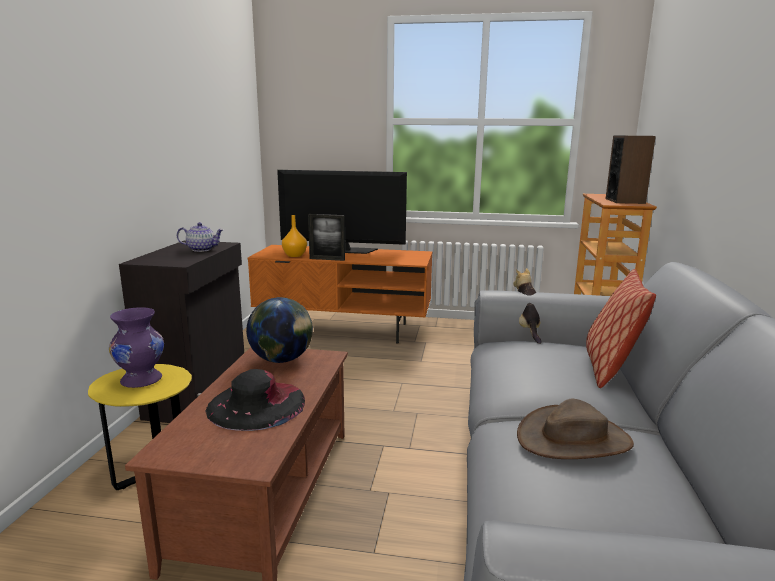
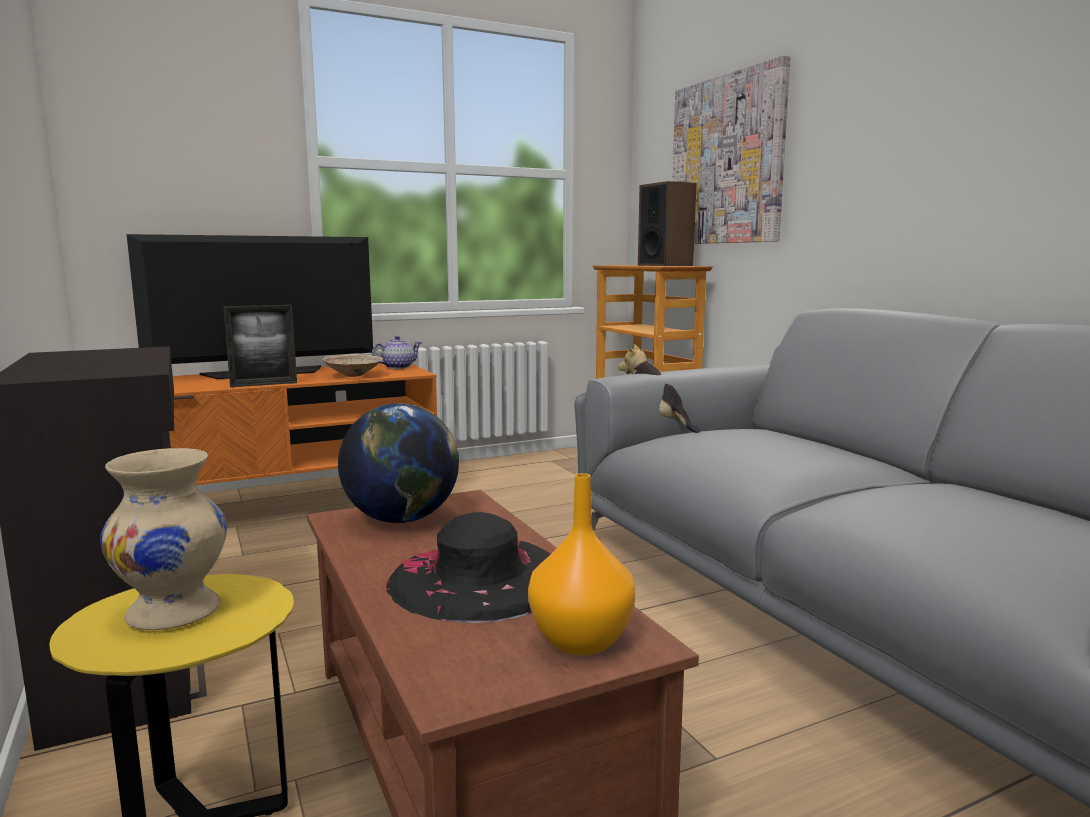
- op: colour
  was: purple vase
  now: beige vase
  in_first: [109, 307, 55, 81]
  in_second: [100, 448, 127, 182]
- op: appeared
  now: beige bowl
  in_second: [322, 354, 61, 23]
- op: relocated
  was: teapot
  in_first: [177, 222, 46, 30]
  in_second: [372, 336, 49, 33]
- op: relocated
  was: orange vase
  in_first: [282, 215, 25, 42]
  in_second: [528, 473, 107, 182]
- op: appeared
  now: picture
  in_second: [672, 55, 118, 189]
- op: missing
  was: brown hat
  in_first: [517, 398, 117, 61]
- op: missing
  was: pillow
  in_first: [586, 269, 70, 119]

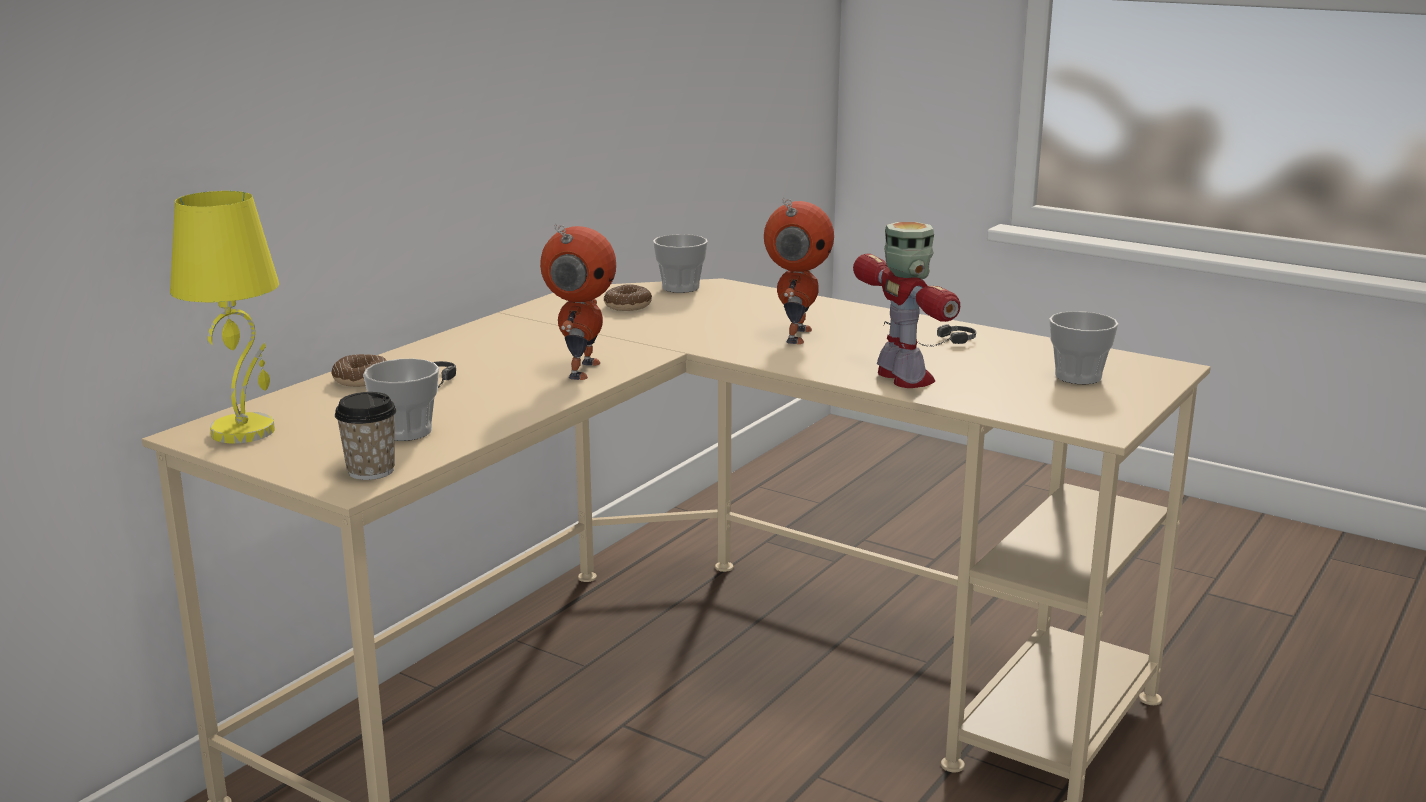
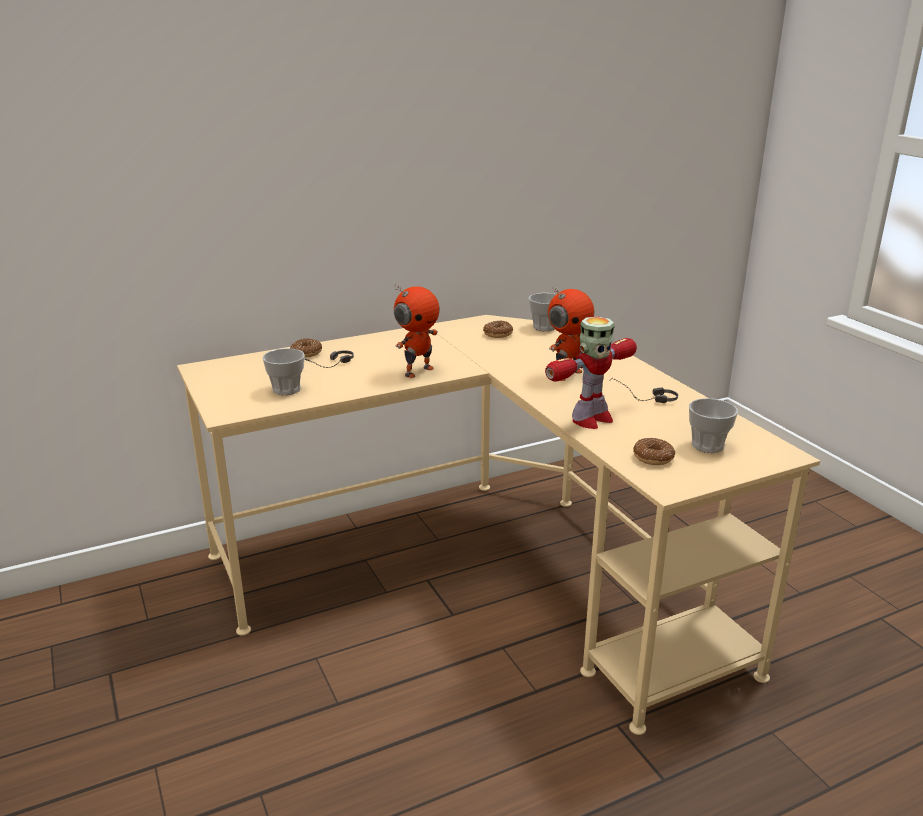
- op: spun
  was: toy robot
  in_first: [853, 222, 107, 166]
  in_second: [545, 316, 92, 113]
  clockwise: 45
- op: appeared
  now: donut
  in_second: [633, 438, 42, 27]
- op: missing
  was: yellow table lamp
  in_first: [170, 191, 109, 252]
- op: missing
  was: cup
  in_first: [335, 392, 62, 88]

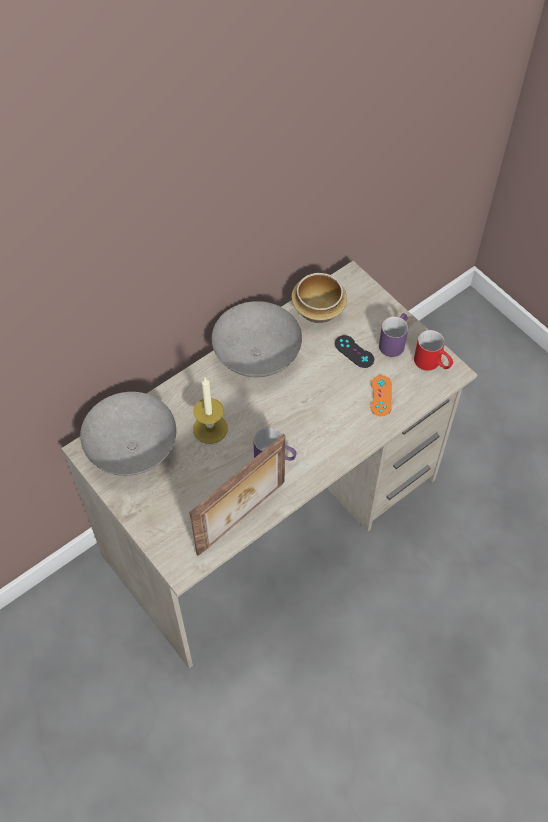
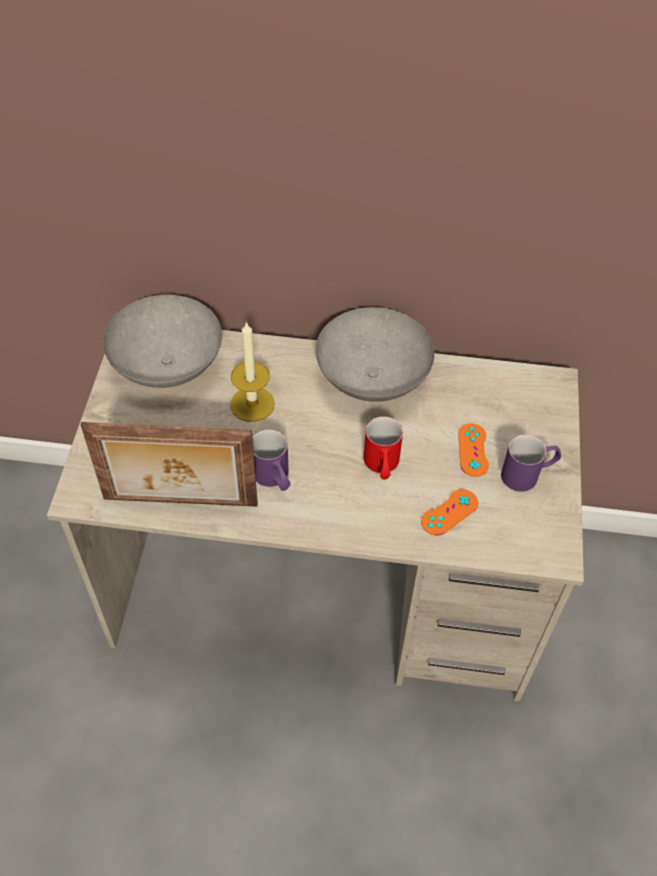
- op: relocated
  was: red mug
  in_first: [414, 330, 39, 41]
  in_second: [364, 416, 39, 64]
- op: colour
  was: black game controller
  now: orange game controller
  in_first: [335, 335, 39, 33]
  in_second: [458, 423, 31, 54]
- op: missing
  was: bowl
  in_first: [291, 273, 56, 50]

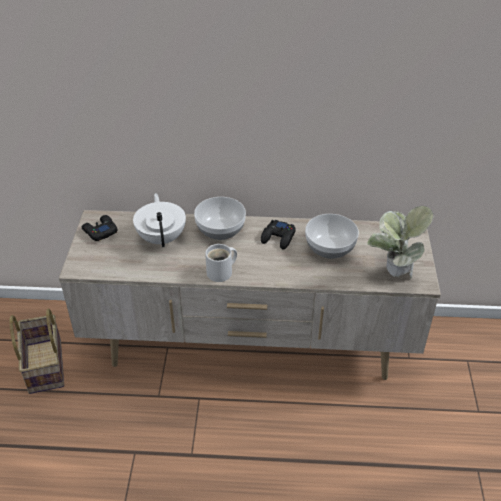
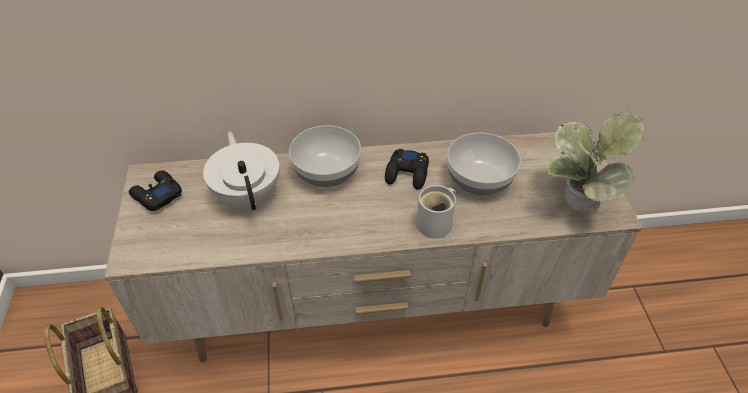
- op: relocated
  was: white mug
  in_first: [205, 244, 32, 38]
  in_second: [417, 185, 39, 54]

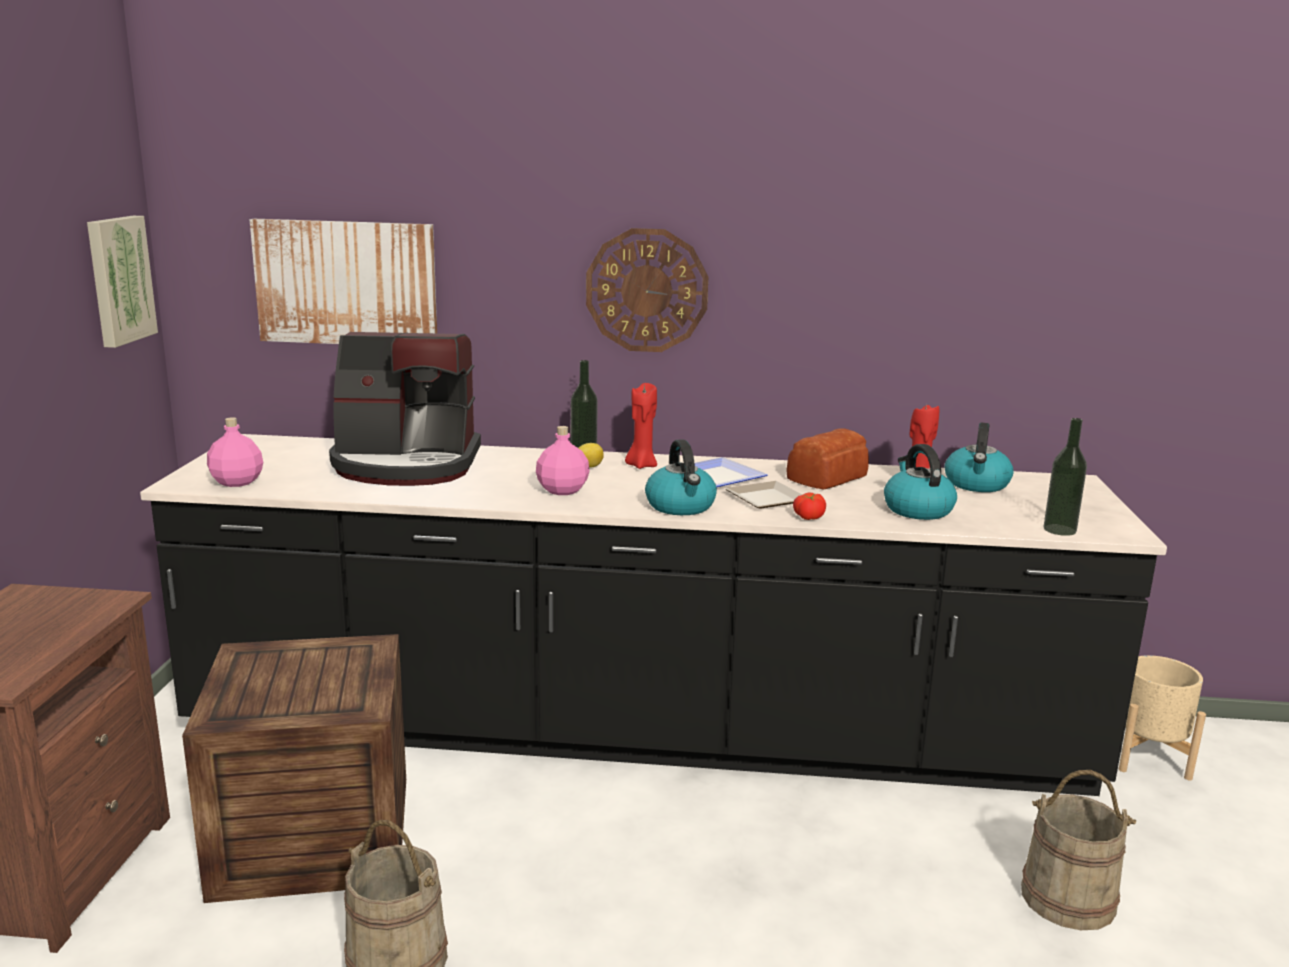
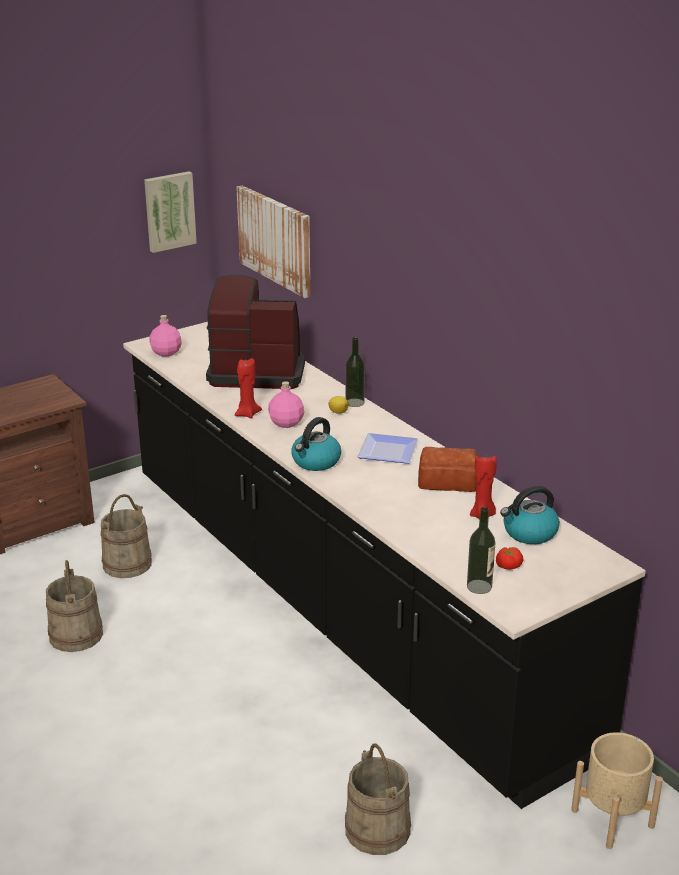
- op: exchanged
  was: crate
  now: beige bucket
  in_first: [182, 634, 224, 269]
  in_second: [101, 494, 51, 84]
- op: spun
  was: coffee machine
  in_first: [329, 332, 152, 154]
  in_second: [206, 275, 99, 114]
  clockwise: 135
- op: relocated
  was: red candle
  in_first: [625, 383, 32, 86]
  in_second: [235, 358, 27, 60]
- op: relocated
  was: tomato
  in_first: [793, 493, 33, 27]
  in_second: [496, 547, 27, 23]
- op: missing
  was: wall clock
  in_first: [586, 228, 122, 124]
- op: missing
  was: plate
  in_first: [725, 481, 78, 28]
- op: missing
  was: kettle
  in_first: [884, 444, 73, 76]

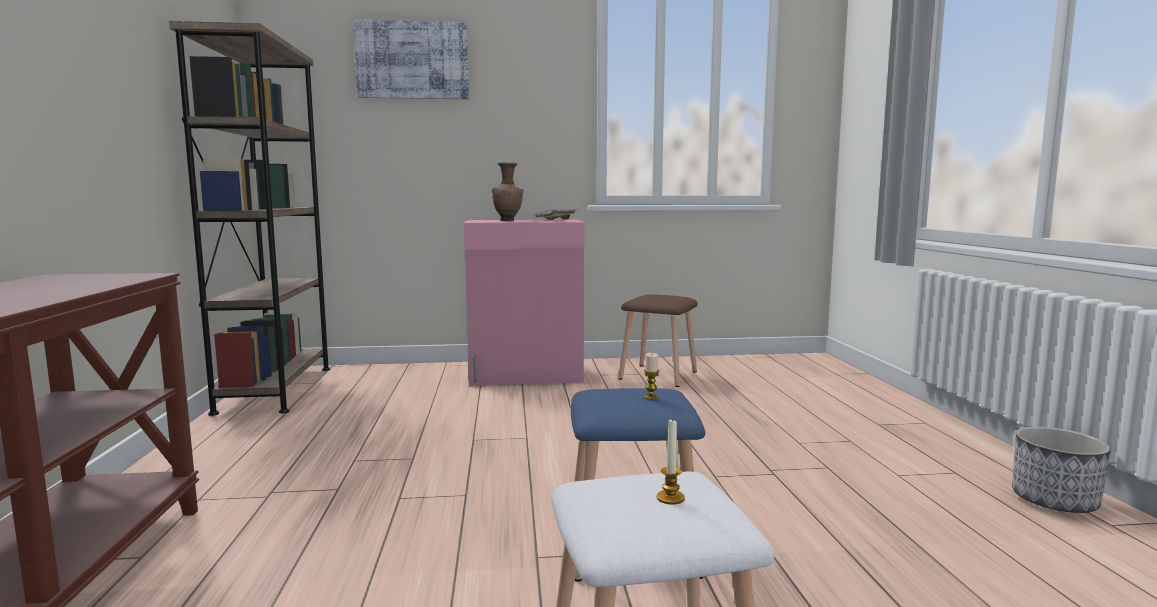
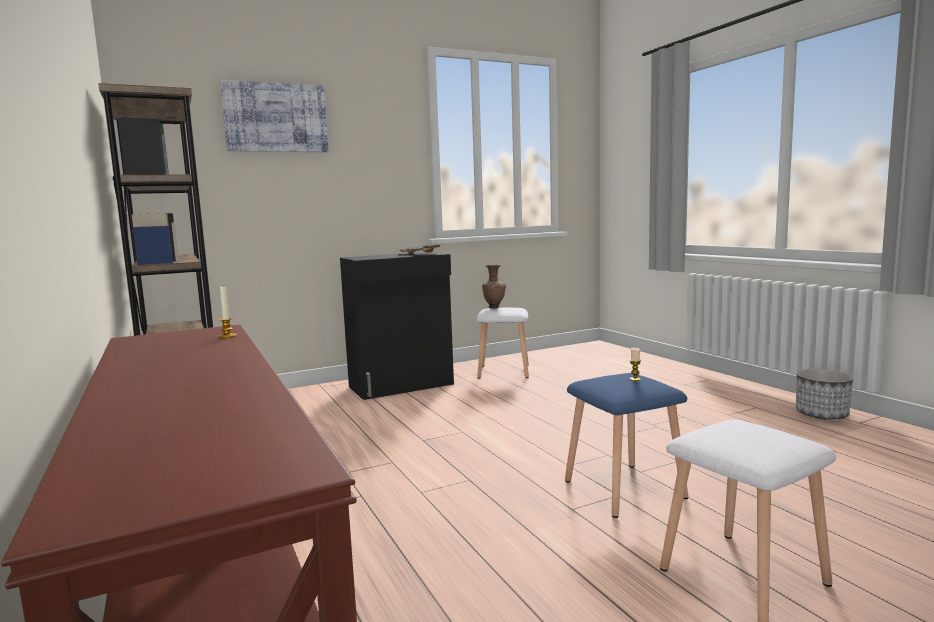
- op: relocated
  was: candle
  in_first: [657, 418, 28, 87]
  in_second: [218, 285, 19, 53]
- op: colour
  was: pink cabinet
  now: black cabinet
  in_first: [464, 220, 121, 166]
  in_second: [340, 252, 114, 148]
- op: colour
  was: brown stool
  now: white stool
  in_first: [618, 294, 80, 93]
  in_second: [477, 308, 52, 71]
- op: relocated
  was: brown vase
  in_first: [492, 162, 31, 59]
  in_second: [482, 265, 24, 44]

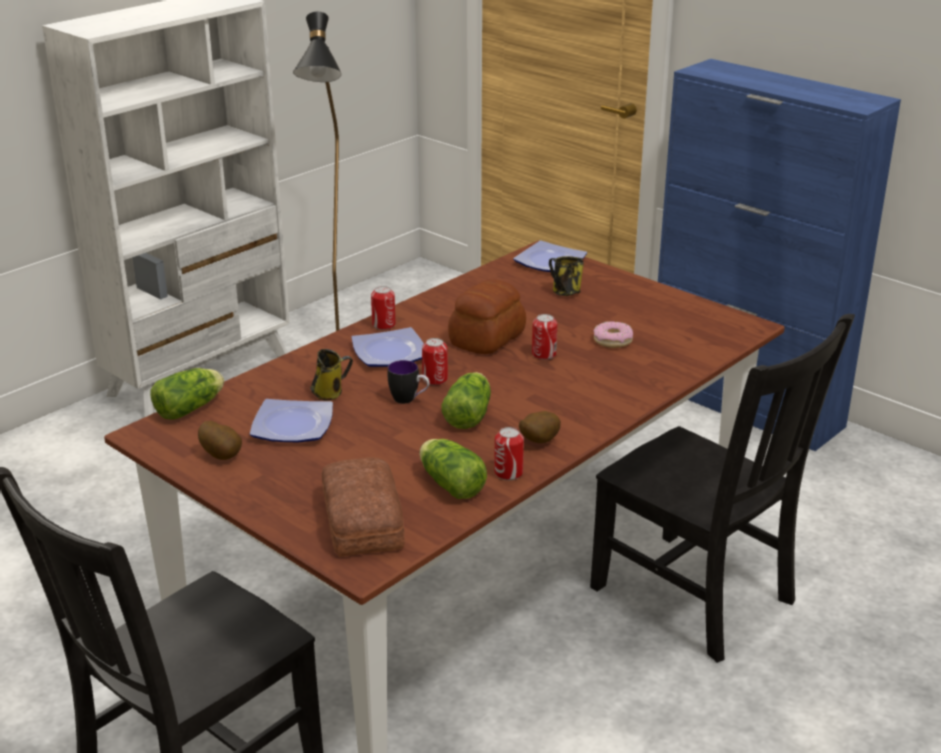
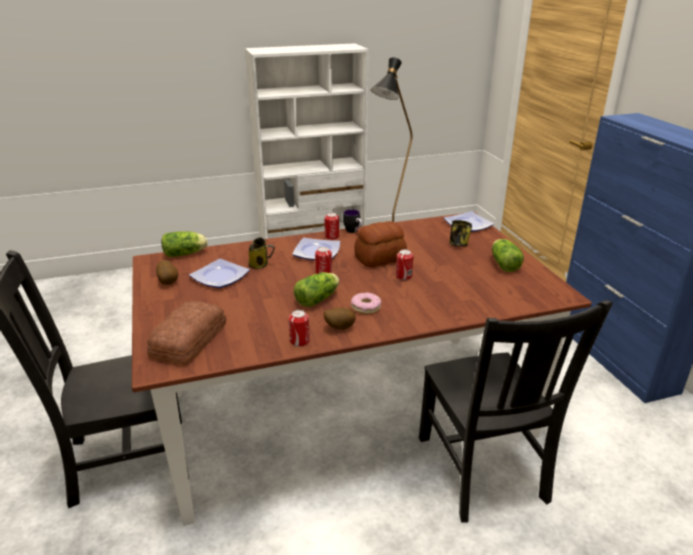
- op: relocated
  was: mug
  in_first: [388, 360, 42, 44]
  in_second: [343, 209, 19, 24]
- op: relocated
  was: donut
  in_first: [593, 321, 40, 27]
  in_second: [351, 292, 31, 22]
- op: relocated
  was: lettuce
  in_first: [419, 439, 68, 60]
  in_second: [492, 239, 32, 33]

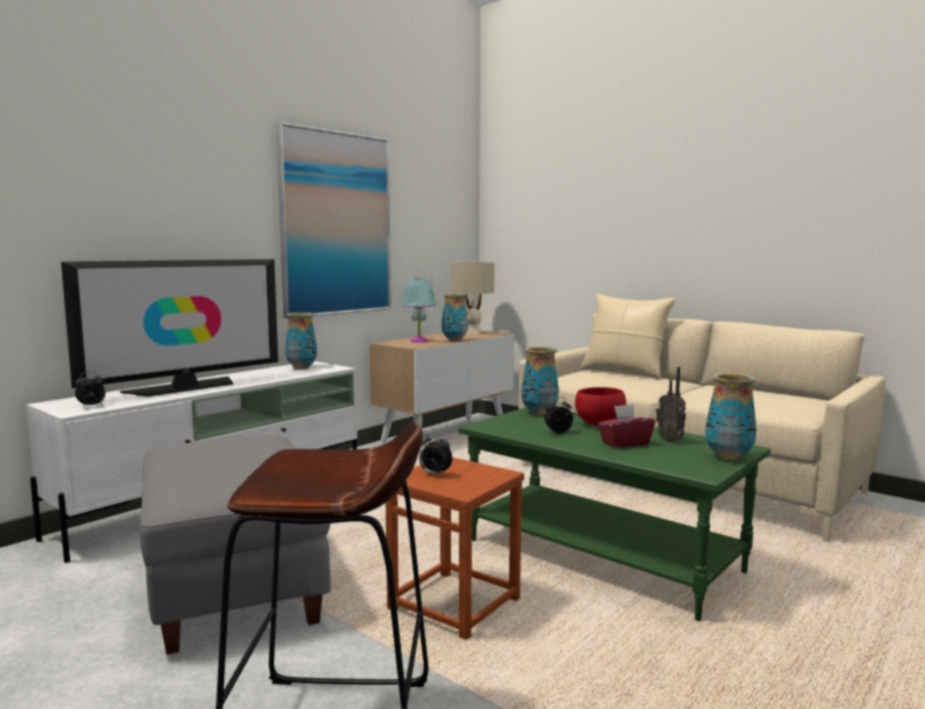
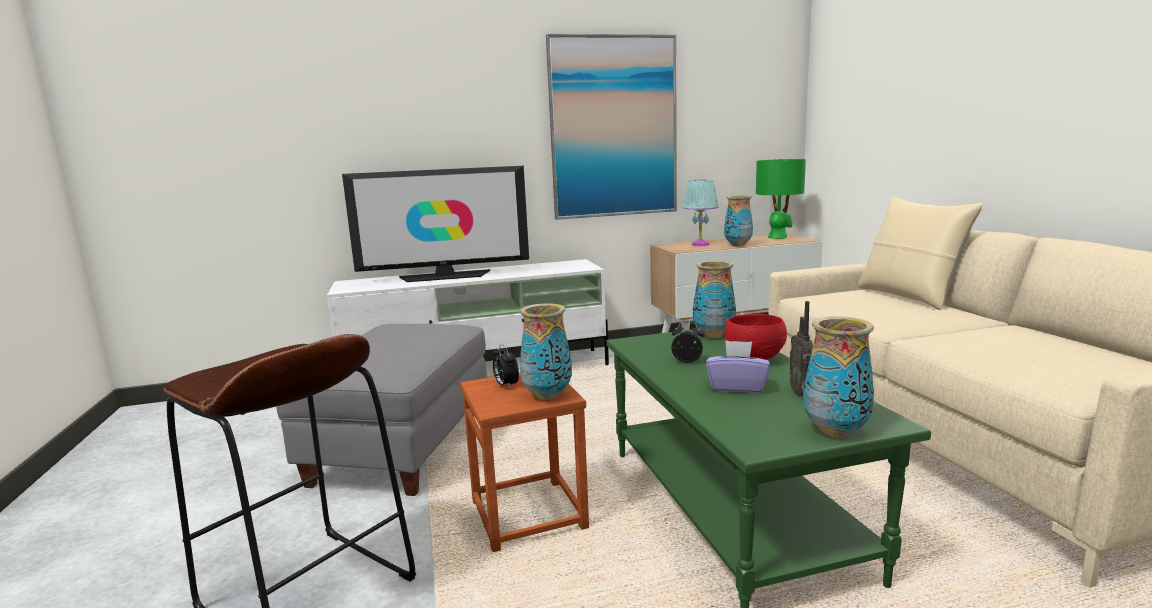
- op: relocated
  was: vase
  in_first: [285, 313, 32, 56]
  in_second: [520, 303, 52, 97]
- op: colour
  was: red tissue box
  now: purple tissue box
  in_first: [598, 404, 57, 44]
  in_second: [706, 340, 64, 53]
- op: colour
  was: beige table lamp
  now: green table lamp
  in_first: [452, 261, 43, 73]
  in_second: [756, 159, 50, 80]
- op: missing
  was: alarm clock
  in_first: [75, 371, 30, 37]

